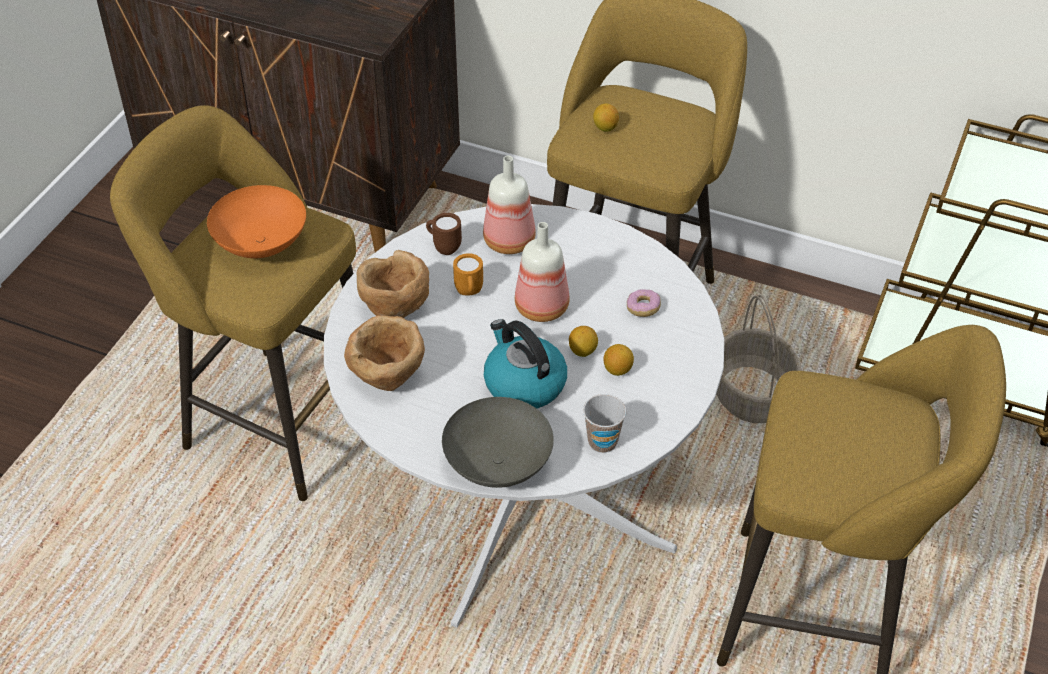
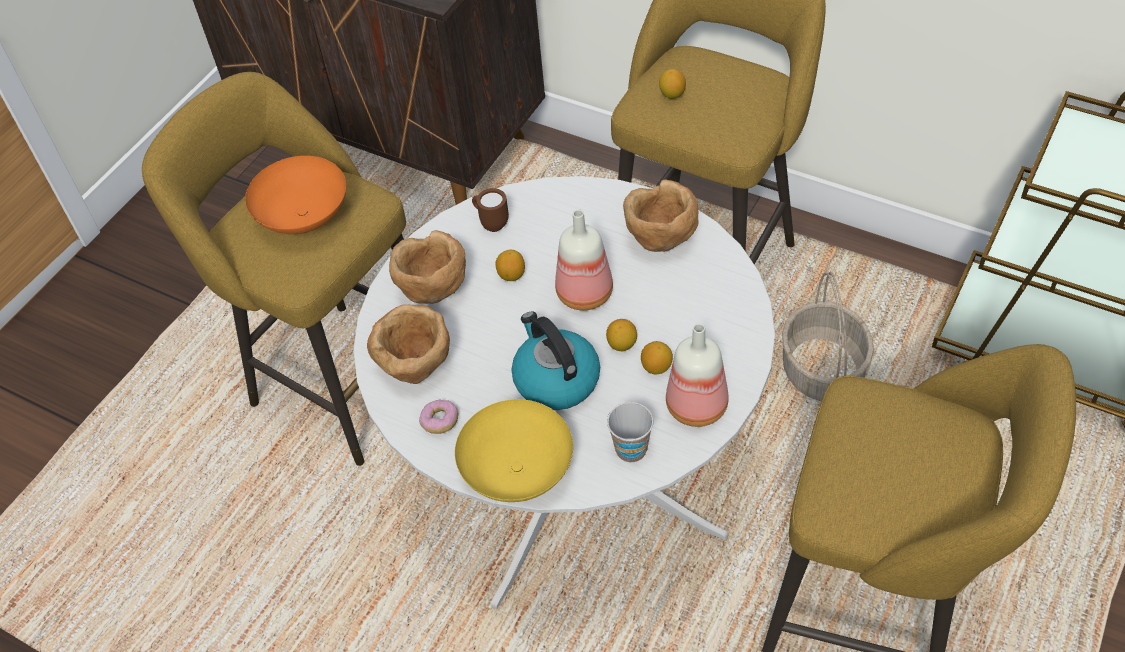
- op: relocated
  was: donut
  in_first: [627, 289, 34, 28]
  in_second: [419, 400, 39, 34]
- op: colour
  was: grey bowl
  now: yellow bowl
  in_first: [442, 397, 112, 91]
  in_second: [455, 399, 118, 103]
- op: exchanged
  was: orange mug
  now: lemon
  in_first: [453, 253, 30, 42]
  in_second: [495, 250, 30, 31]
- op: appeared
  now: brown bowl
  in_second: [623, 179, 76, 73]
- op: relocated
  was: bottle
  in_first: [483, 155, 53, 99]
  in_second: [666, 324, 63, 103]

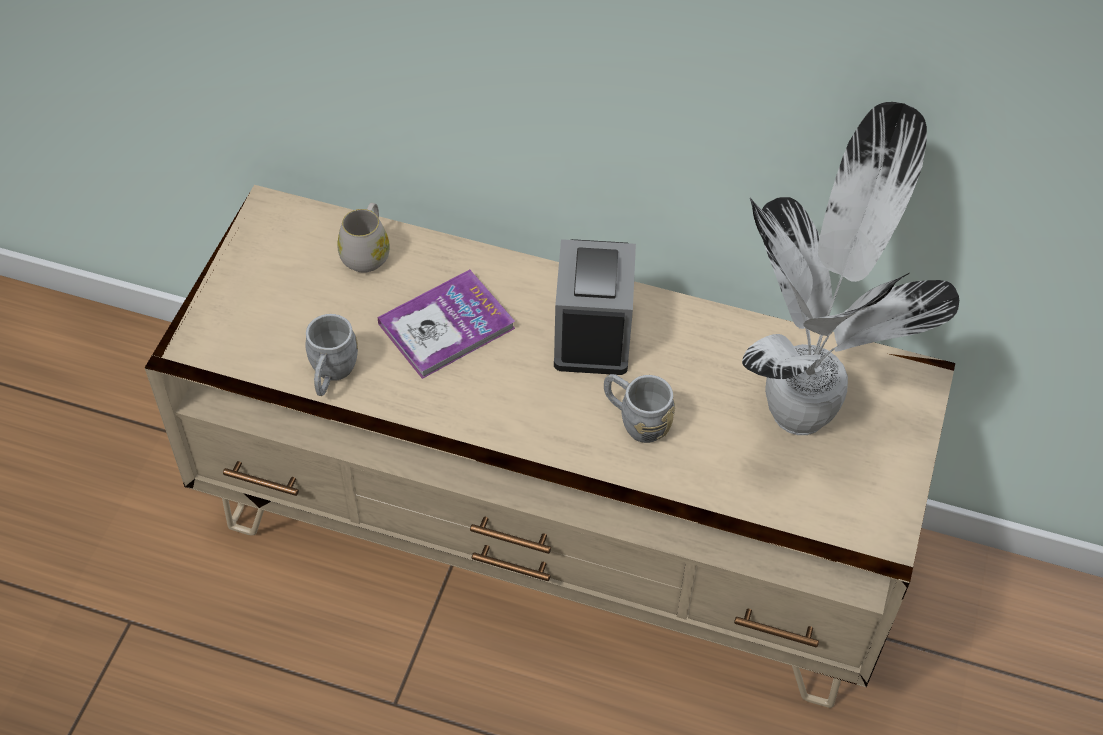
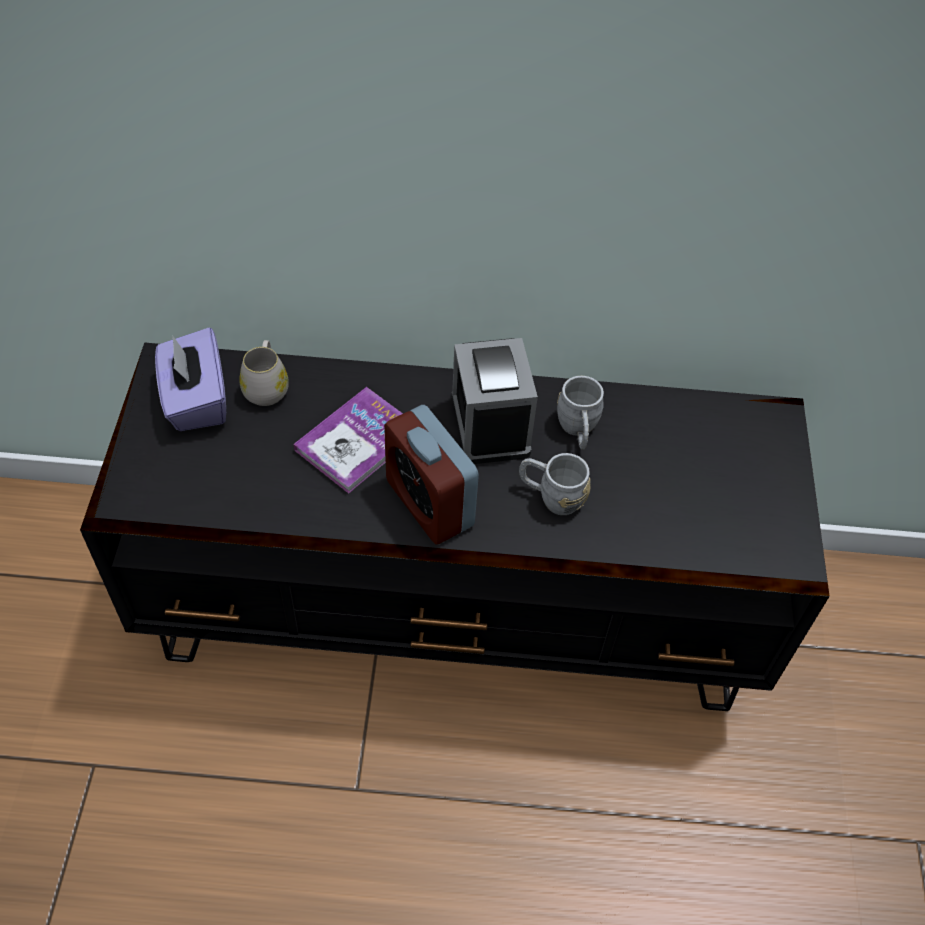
- op: colour
  was: beige tv stand
  now: black tv stand
  in_first: [145, 185, 810, 523]
  in_second: [80, 343, 749, 368]
- op: appeared
  now: purple tissue box
  in_second: [155, 328, 71, 103]
- op: appeared
  now: alarm clock
  in_second: [384, 405, 95, 140]
- op: relocated
  was: grey mug
  in_first: [305, 314, 53, 82]
  in_second: [557, 376, 47, 73]
- op: missing
  was: potted plant
  in_first: [742, 102, 217, 333]

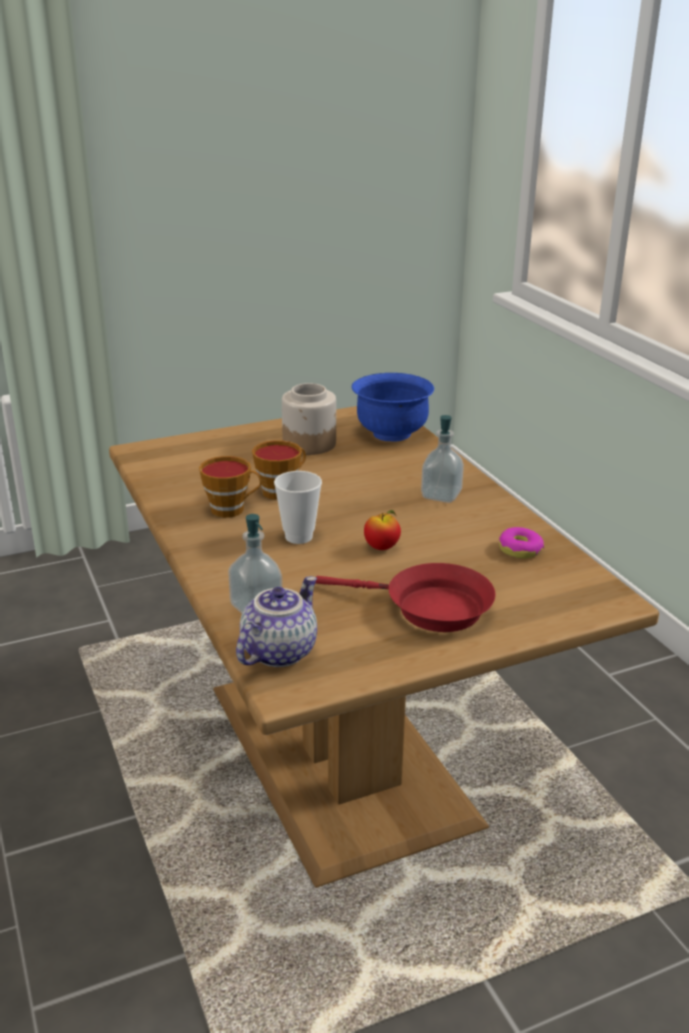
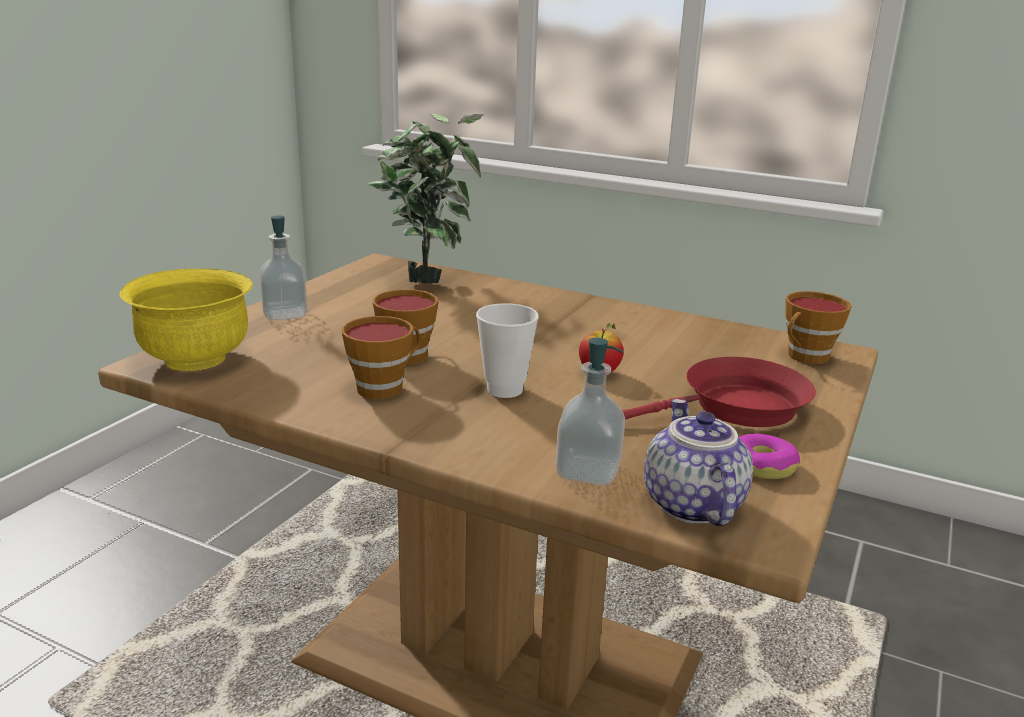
- op: appeared
  now: yellow bowl
  in_second: [119, 269, 134, 102]
- op: relocated
  was: soap dispenser
  in_first: [421, 415, 43, 88]
  in_second: [260, 215, 47, 105]
- op: exchanged
  was: blue bowl
  now: potted plant
  in_first: [352, 373, 82, 69]
  in_second: [368, 114, 116, 169]
- op: relocated
  was: donut
  in_first: [499, 527, 45, 32]
  in_second: [739, 434, 61, 45]
- op: appeared
  now: cup
  in_second: [785, 291, 67, 73]
- op: missing
  was: jar
  in_first: [282, 383, 54, 72]

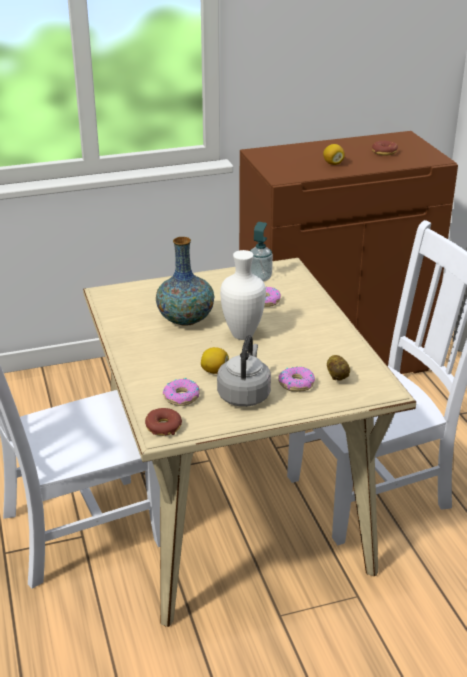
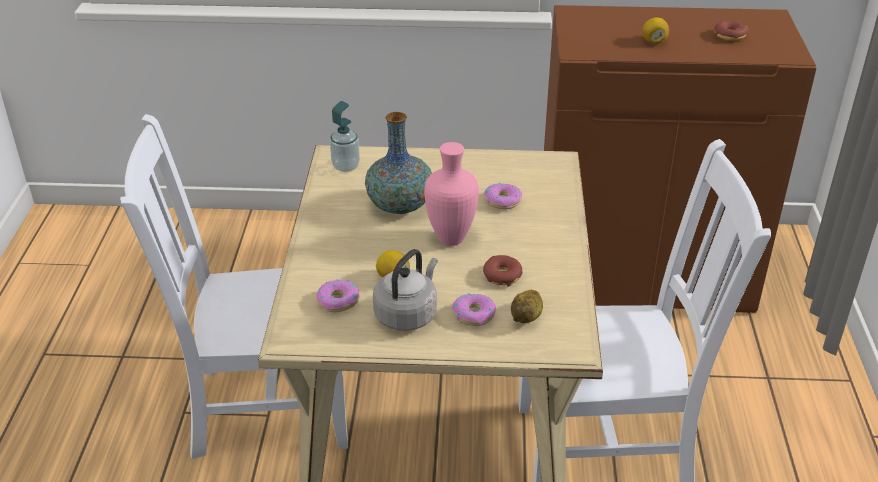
- op: relocated
  was: soap dispenser
  in_first: [250, 222, 23, 60]
  in_second: [330, 101, 30, 71]
- op: colour
  was: white vase
  now: pink vase
  in_first: [220, 250, 46, 90]
  in_second: [424, 142, 55, 104]
- op: relocated
  was: donut
  in_first: [145, 408, 37, 28]
  in_second: [483, 255, 40, 32]

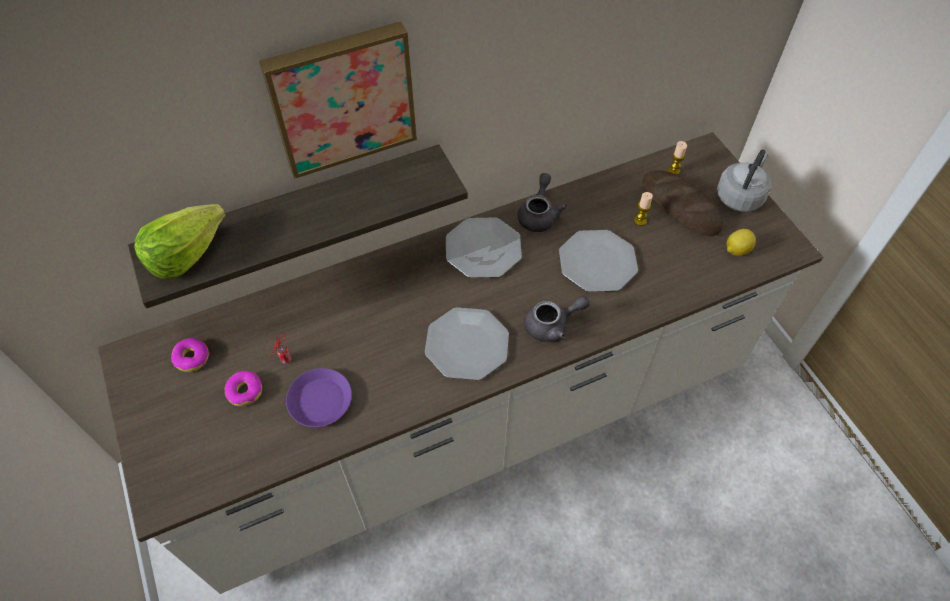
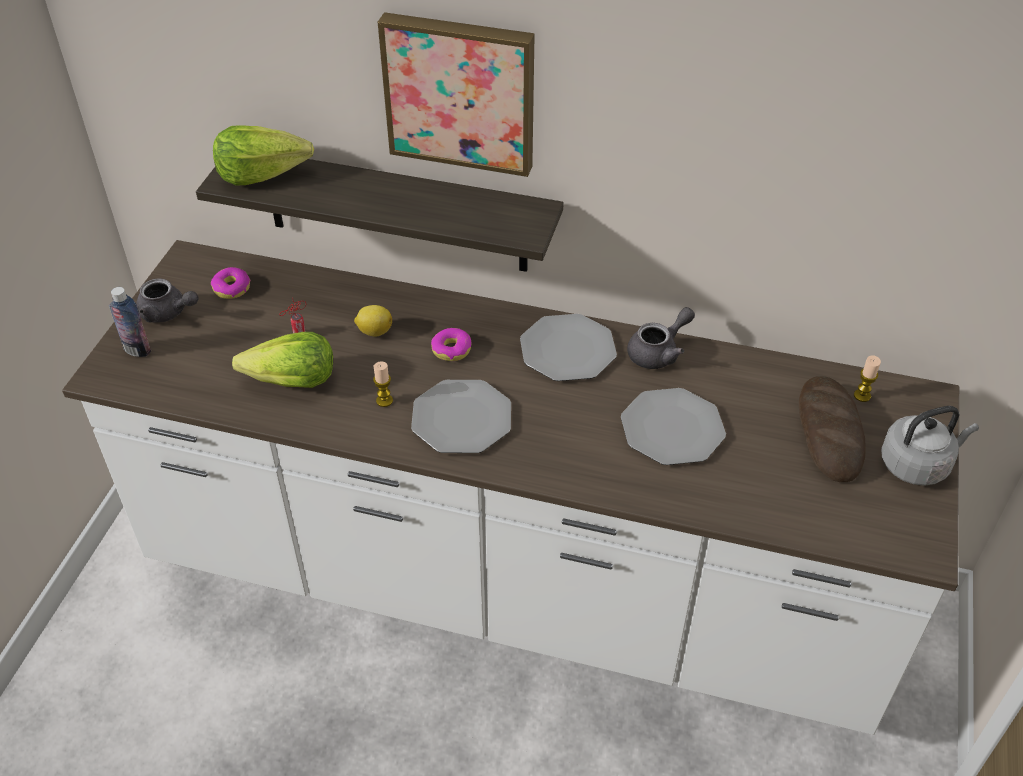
- op: appeared
  now: bottle
  in_second: [109, 287, 42, 70]
- op: relocated
  was: grey teapot
  in_first: [524, 296, 66, 46]
  in_second: [136, 278, 63, 45]
- op: exchanged
  was: purple plate
  now: lettuce
  in_first: [286, 368, 66, 59]
  in_second: [232, 332, 101, 56]
- op: relocated
  was: lemon
  in_first: [727, 229, 29, 27]
  in_second: [354, 305, 38, 31]
- op: relocated
  was: candle
  in_first: [634, 192, 19, 34]
  in_second: [373, 361, 20, 46]
- op: relocated
  was: donut
  in_first: [225, 371, 37, 35]
  in_second: [431, 328, 40, 33]

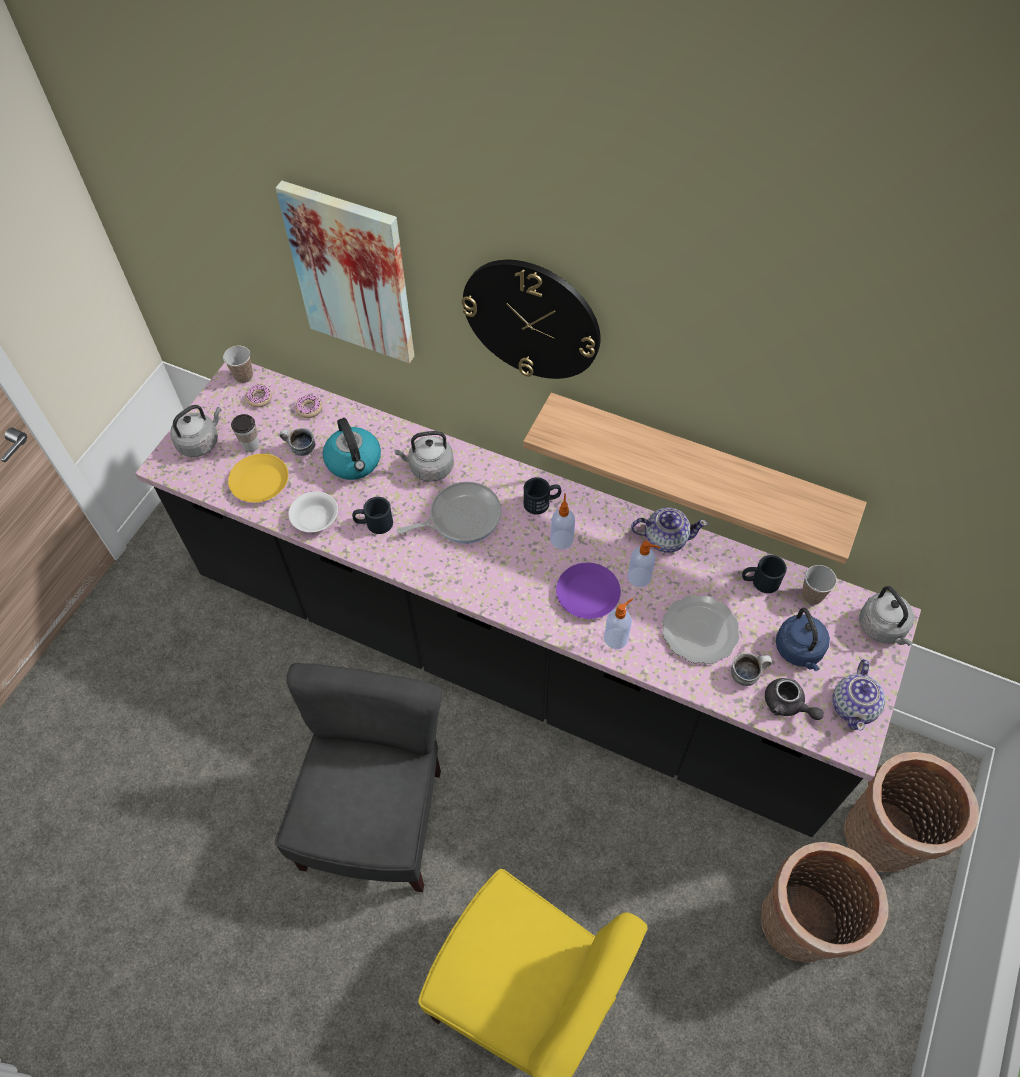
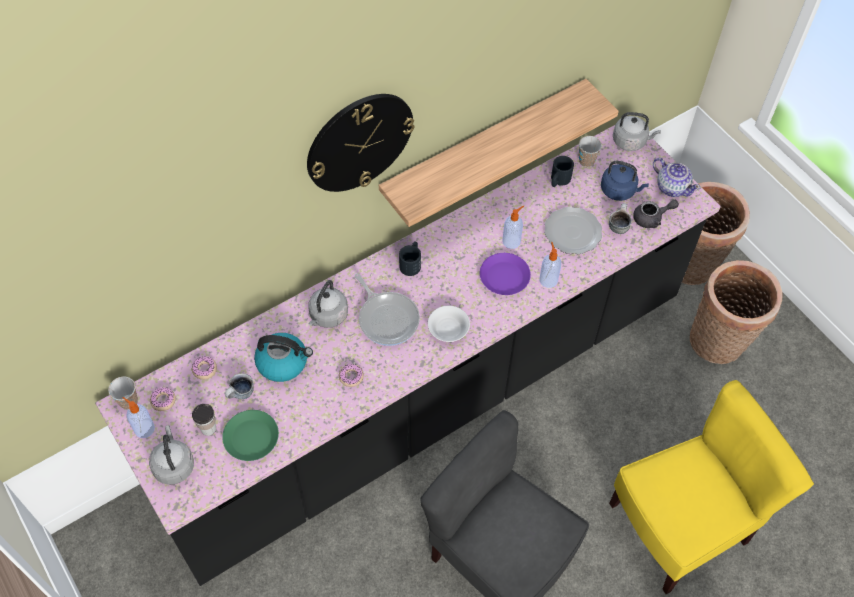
- op: relocated
  was: soap dispenser
  in_first: [551, 493, 24, 56]
  in_second: [123, 397, 32, 41]
- op: colour
  was: yellow plate
  now: green plate
  in_first: [228, 454, 60, 48]
  in_second: [222, 410, 57, 51]
- op: exchanged
  was: black mug
  now: donut
  in_first: [352, 497, 41, 37]
  in_second: [339, 364, 25, 23]
- op: spun
  was: frying pan
  in_first: [396, 482, 106, 61]
  in_second: [355, 273, 65, 73]
  clockwise: 135
- op: relocated
  was: white bowl
  in_first: [288, 491, 50, 42]
  in_second: [428, 306, 42, 36]
- op: missing
  was: picture
  in_first: [276, 181, 138, 182]
- op: missing
  was: teapot
  in_first: [631, 507, 77, 46]

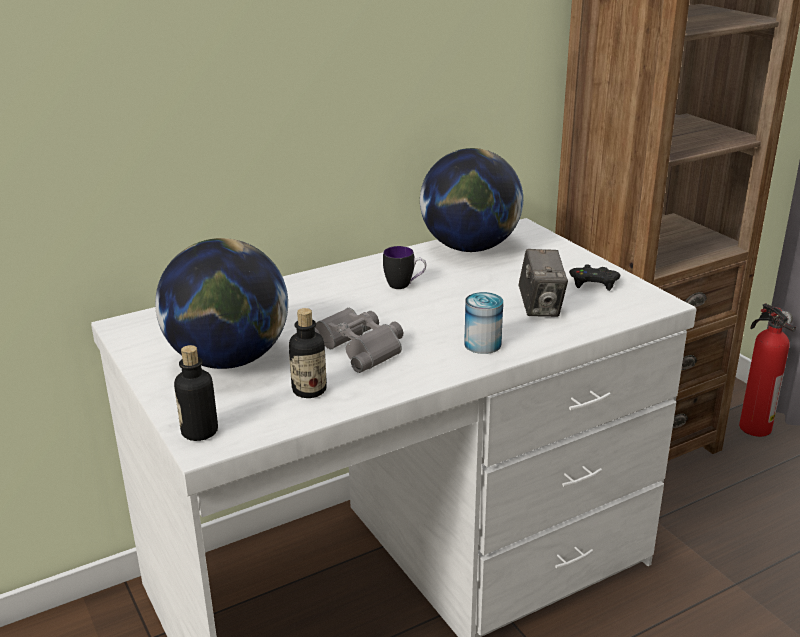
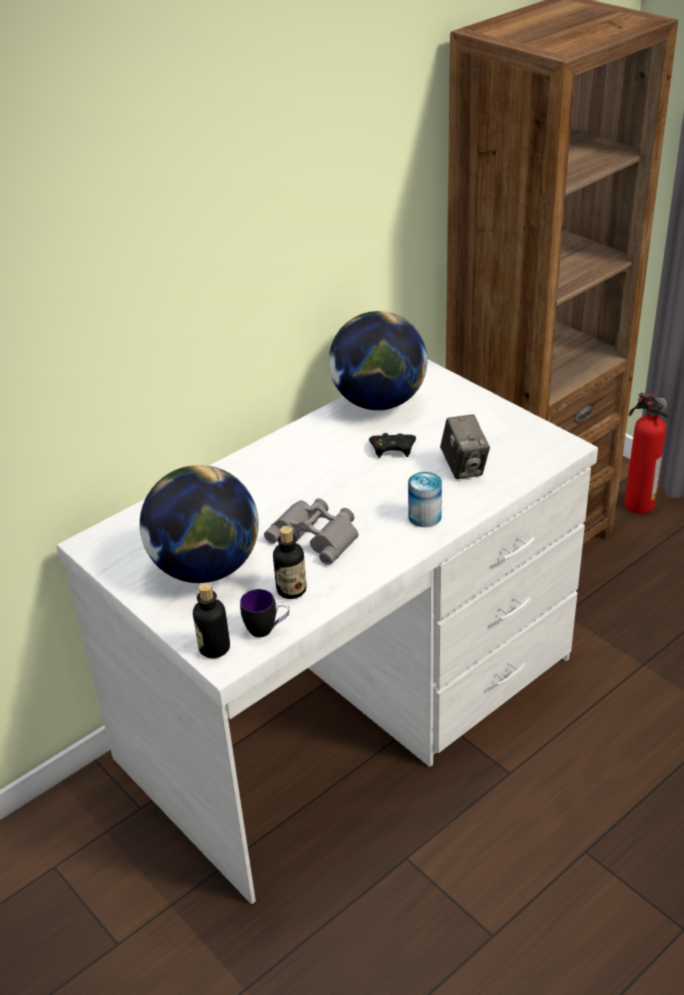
- op: relocated
  was: mug
  in_first: [383, 246, 43, 43]
  in_second: [240, 589, 50, 48]
- op: relocated
  was: black game controller
  in_first: [569, 265, 52, 26]
  in_second: [369, 433, 47, 25]

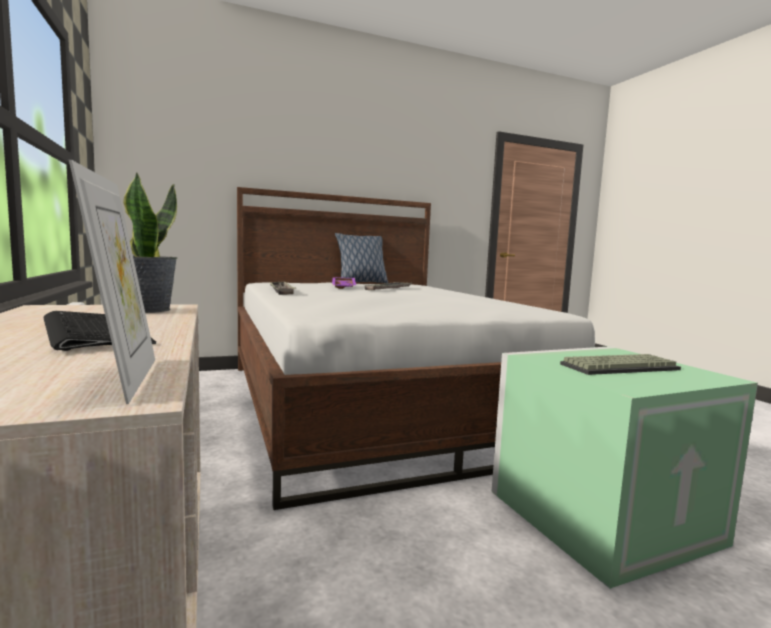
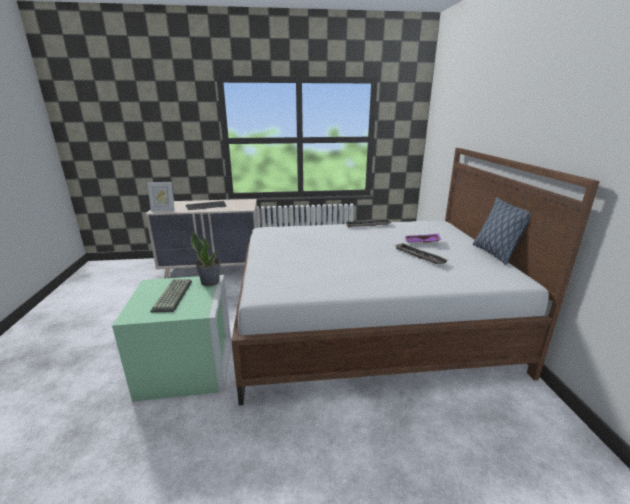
- op: relocated
  was: potted plant
  in_first: [123, 172, 54, 141]
  in_second: [191, 232, 30, 54]

